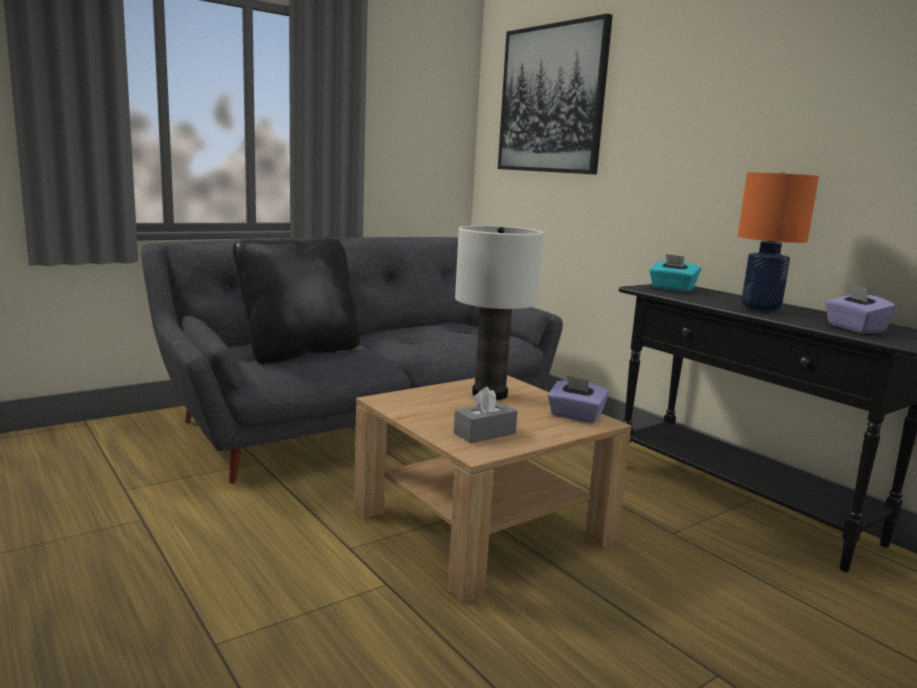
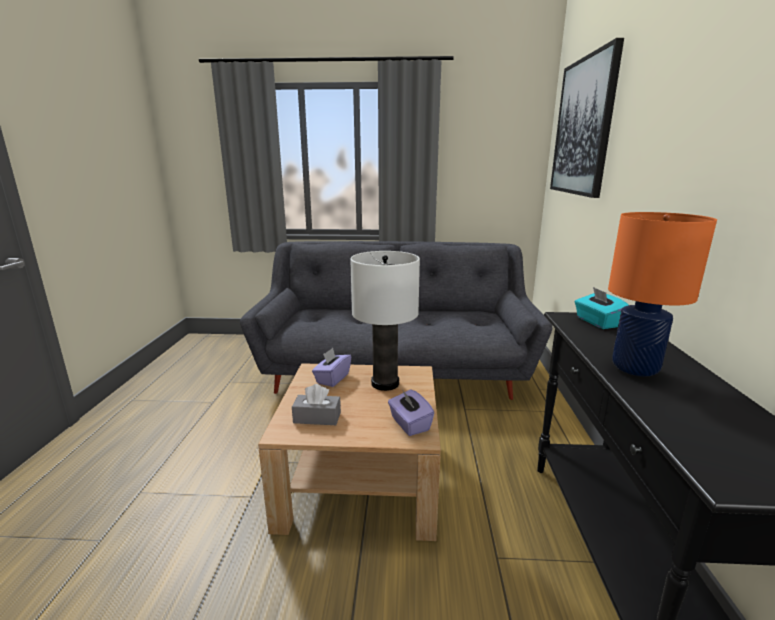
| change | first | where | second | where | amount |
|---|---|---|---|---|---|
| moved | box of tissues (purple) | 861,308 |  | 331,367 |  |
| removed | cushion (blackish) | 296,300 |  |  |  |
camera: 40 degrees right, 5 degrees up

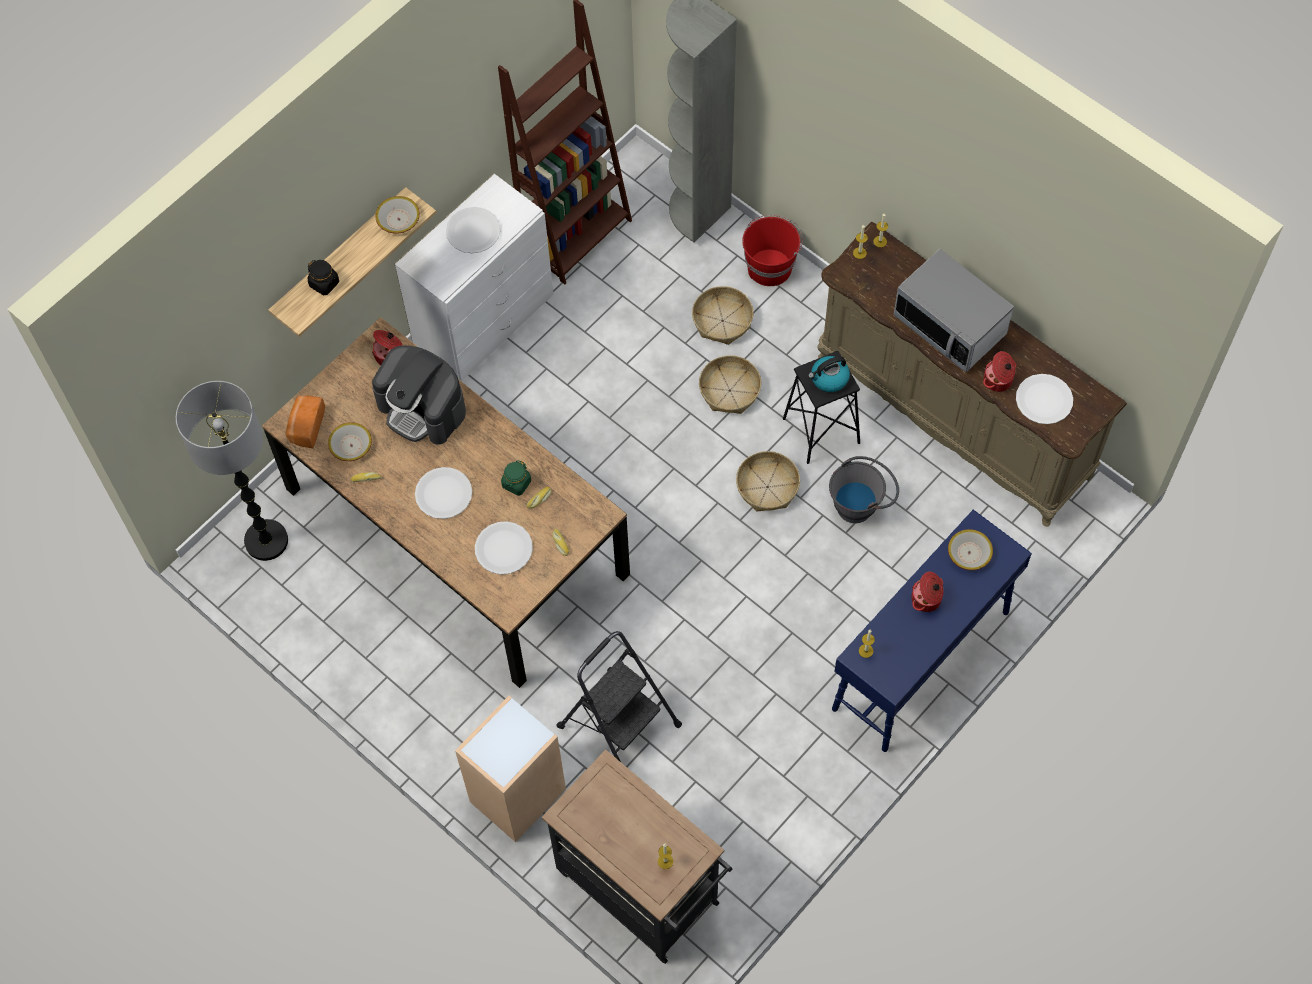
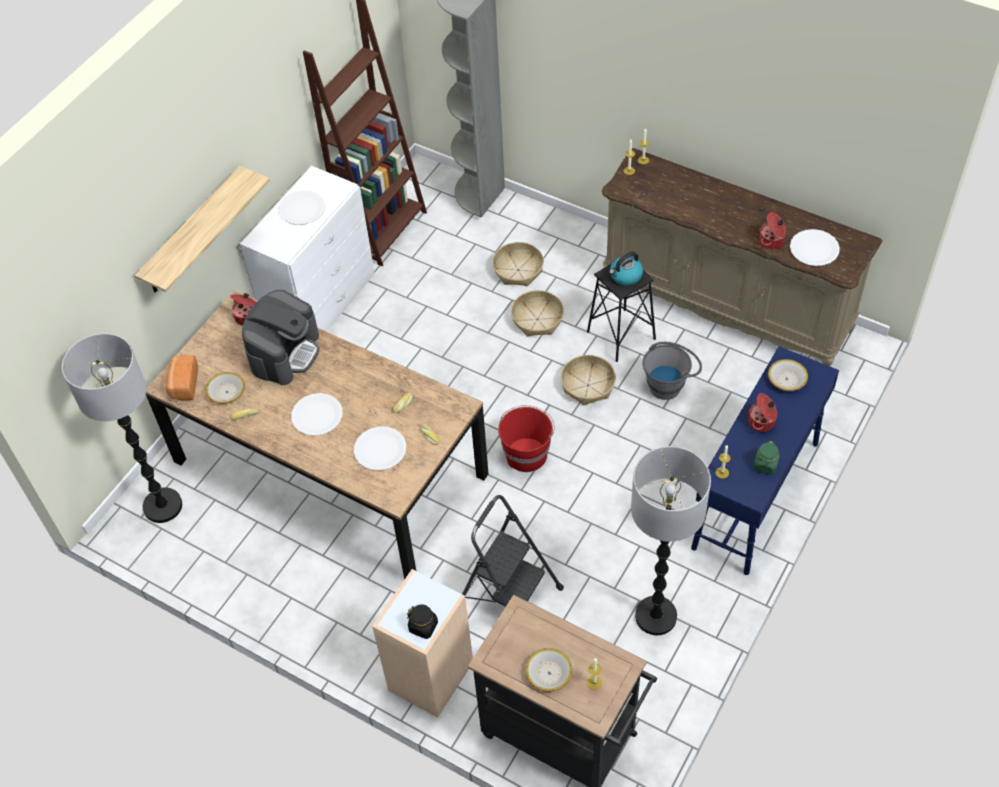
| change | first | where | second | where | amount |
|---|---|---|---|---|---|
| turned | coffee brewer | 419,395 |  | 281,337 | 90 degrees counterclockwise |
| moved | jar (blackish) | 323,277 |  | 422,621 |  |
| moved | water bucket (reddish) | 772,250 |  | 526,438 |  |
| moved | deep dish | 397,215 |  | 549,670 |  |
| added |  |  | floor lamp | 671,540 |  |
| moved | jar (green-coloured) | 516,478 |  | 766,458 |  |
| removed | microwave oven | 954,310 |  |  |  |
camera: 10 degrees left, 10 degrees down

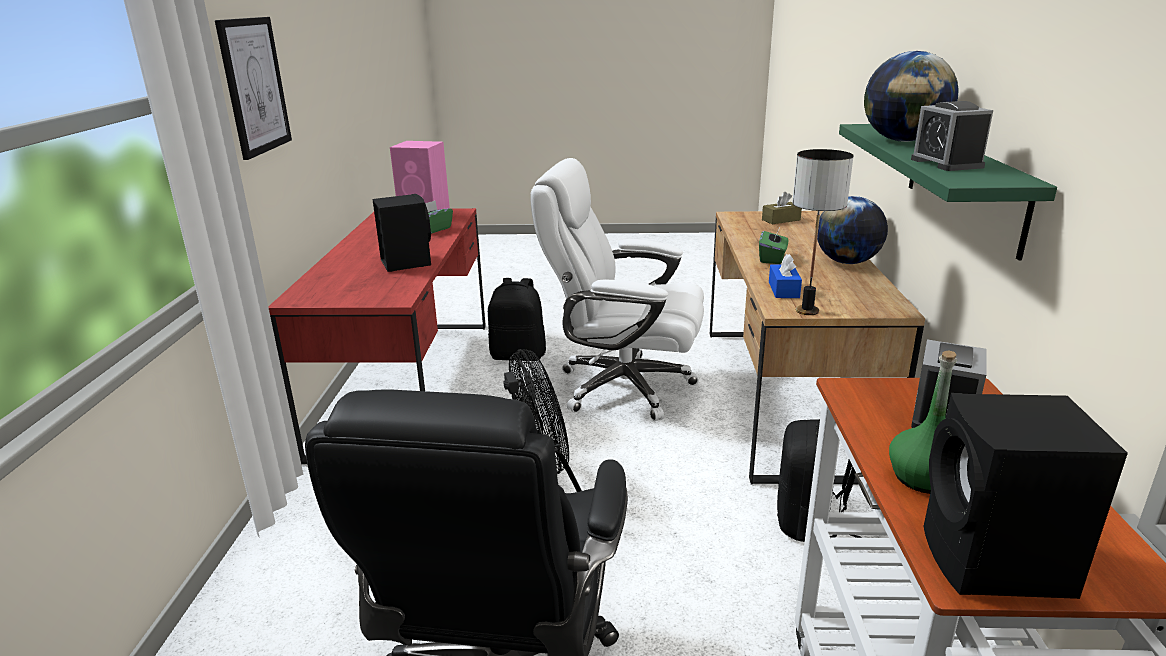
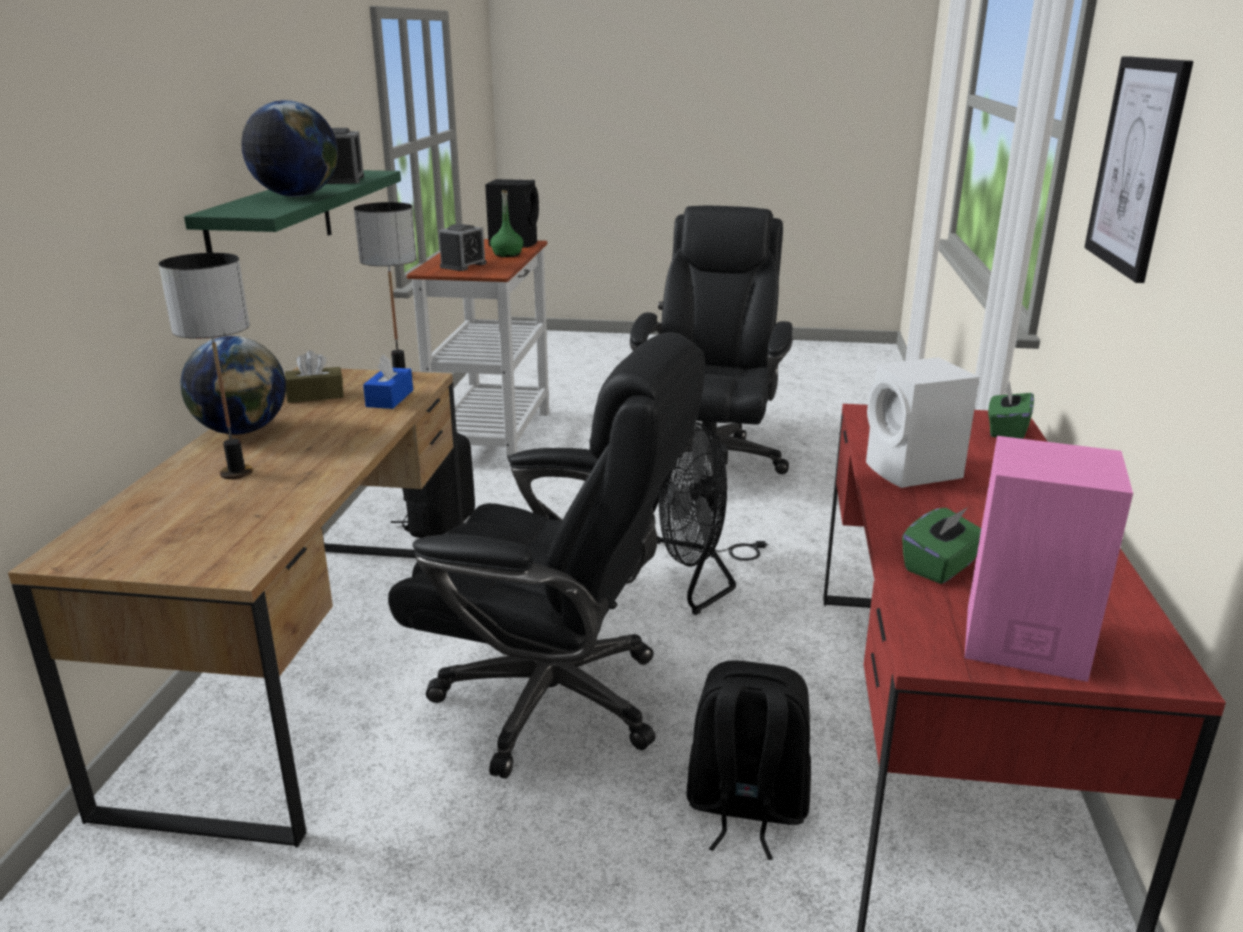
| change | first | where | second | where | amount |
|---|---|---|---|---|---|
| added |  |  | lamp for a table | 205,366 |  |
| moved | box of tissues (brown-coloured) | 782,208 |  | 314,377 |  |
| recoloured | computer chair (white) | 617,289 | computer chair (blackish) | 546,555 |  |
| recoloured | loudspeaker (blackish) | 401,233 | loudspeaker (white) | 922,422 |  |
| moved | box of tissues (green-coloured) | 773,245 |  | 1011,410 |  |
camera: 175 degrees left, 0 degrees up

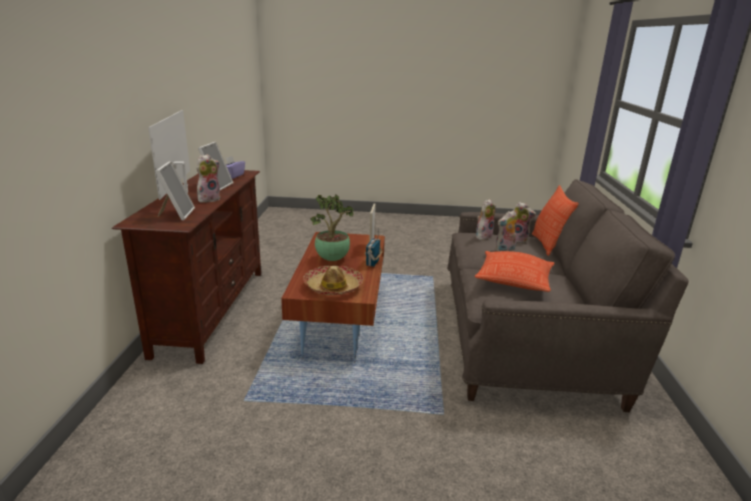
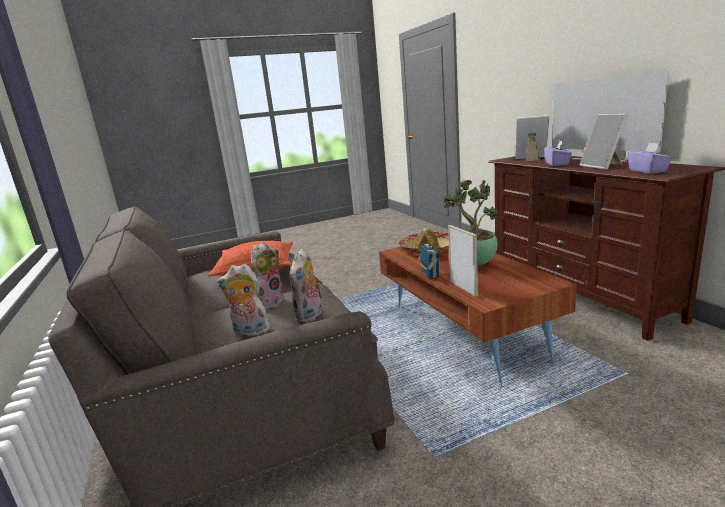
| change | first | where | second | where | amount |
|---|---|---|---|---|---|
| turned | picture frame | 175,191 |  | 532,138 | 135 degrees clockwise |
| replaced | plush toy | 208,178 | box of tissues (purple) | 558,153 |  |
| removed | cushion (orange) | 555,220 |  |  |  |
camera: 155 degrees right, 5 degrees down

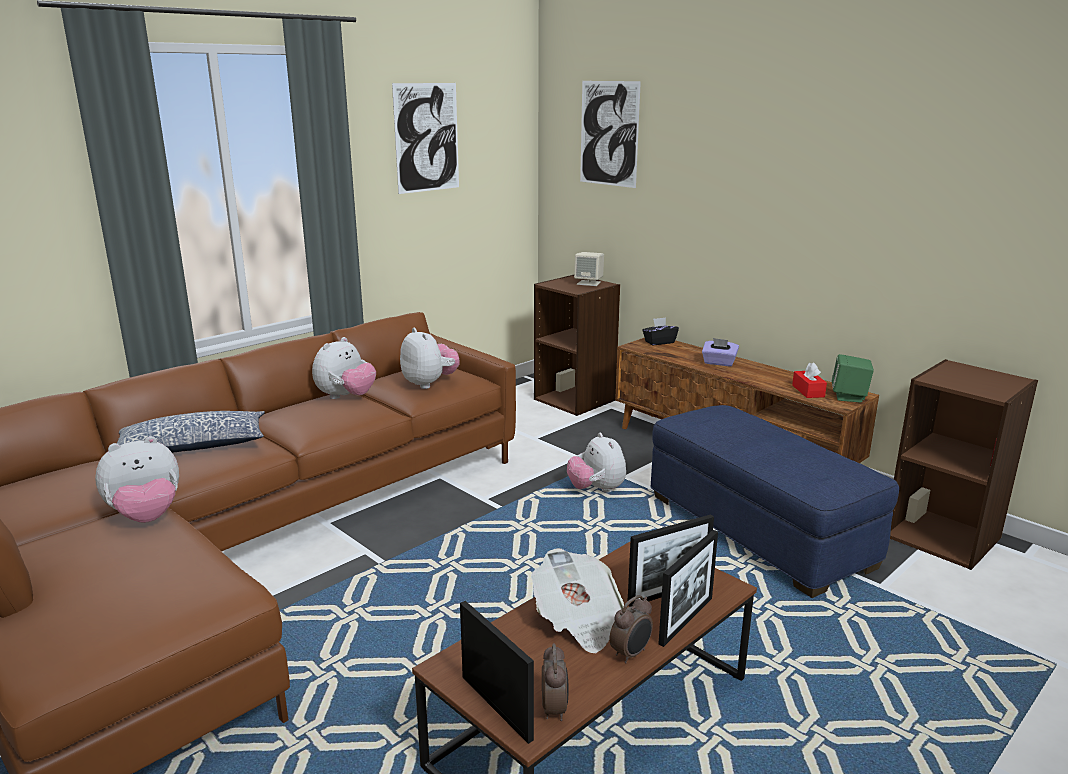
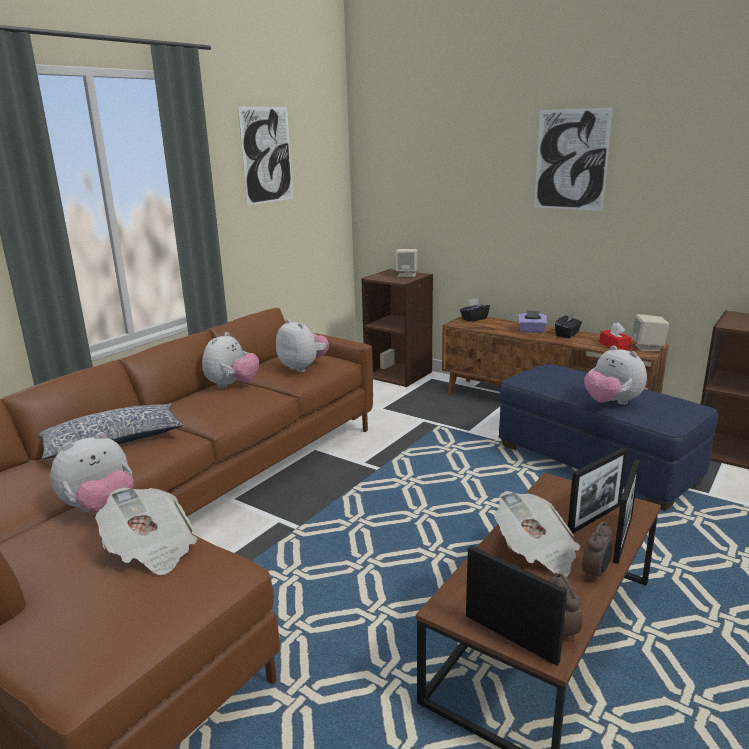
| change | first | where | second | where | amount |
|---|---|---|---|---|---|
| added |  |  | daily paper | 146,531 |  |
| moved | wall picture | 610,134 |  | 573,159 |  |
| added |  |  | box of tissues (blackish) | 568,325 |  |
| moved | plush toy | 596,463 |  | 615,375 |  |
| recoloured | loudspeaker (green-coloured) | 852,378 | loudspeaker (beige) | 650,332 |  |
camera: 10 degrees left, 0 degrees up

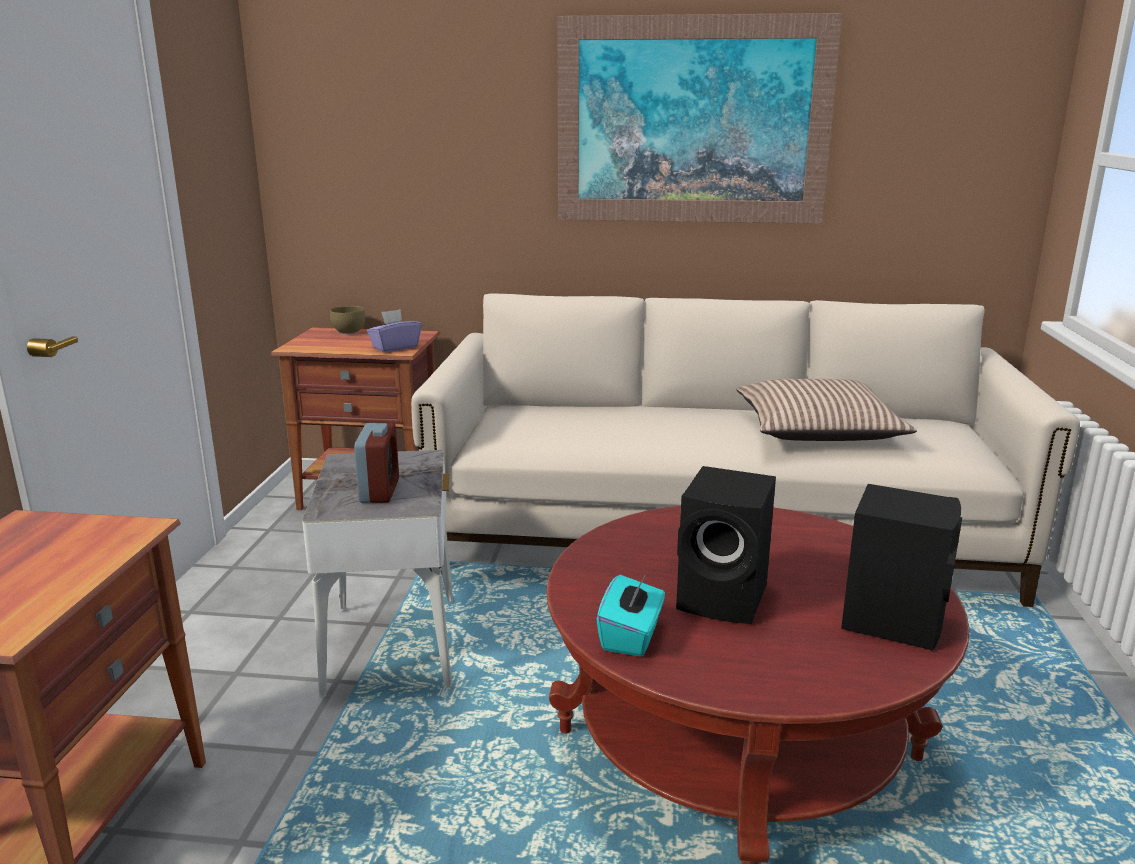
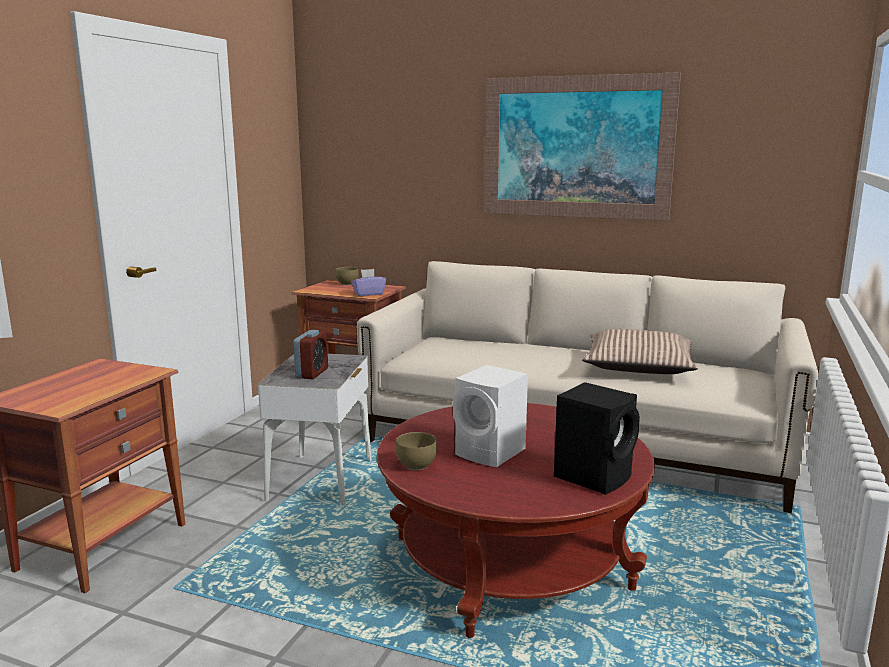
| change | first | where | second | where | amount |
|---|---|---|---|---|---|
| replaced | box of tissues (turquoise-coloured) | 630,615 | deep dish (brown-coloured) | 416,451 |  |
| recoloured | loudspeaker (blackish) | 726,545 | loudspeaker (white) | 490,416 |  |
camera: 15 degrees right, 5 degrees down

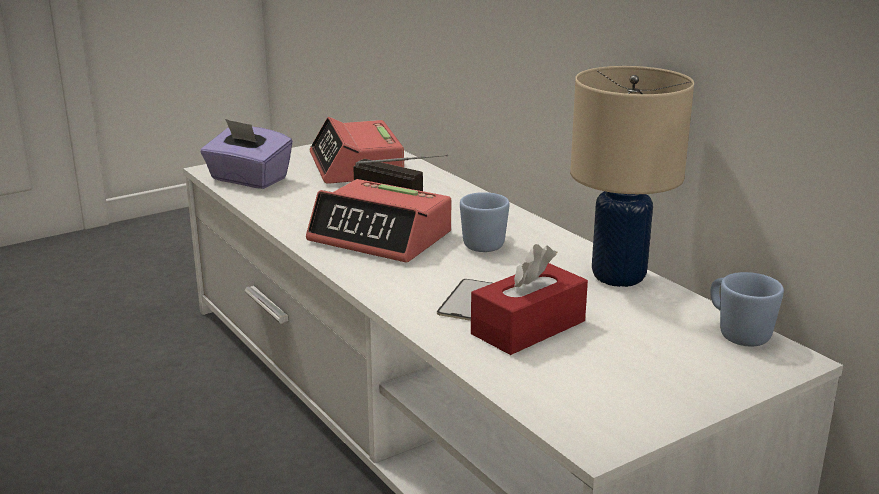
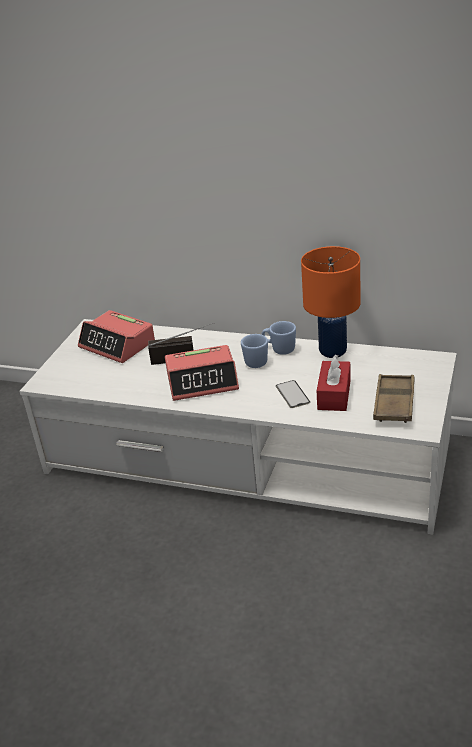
| change | first | where | second | where | amount |
|---|---|---|---|---|---|
| moved | coffee mug (blue-coloured) | 747,309 |  | 279,338 |  |
| recoloured | lamp for a table (beige) | 632,176 | lamp for a table (orange) | 330,302 |  |
| added |  |  | serving tray (brown-coloured) | 394,398 |  |
| removed | box of tissues (purple) | 246,154 |  |  |  |
camera: 35 degrees left, 10 degrees up

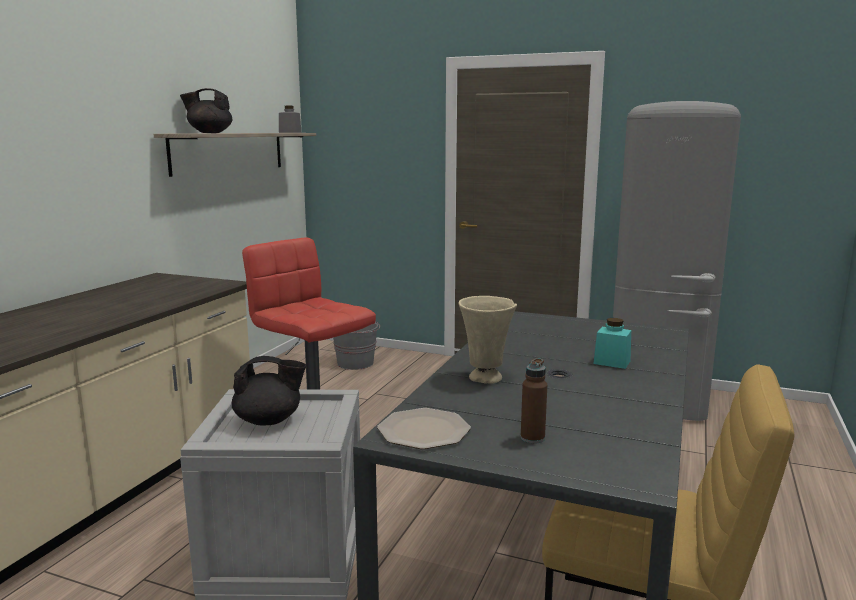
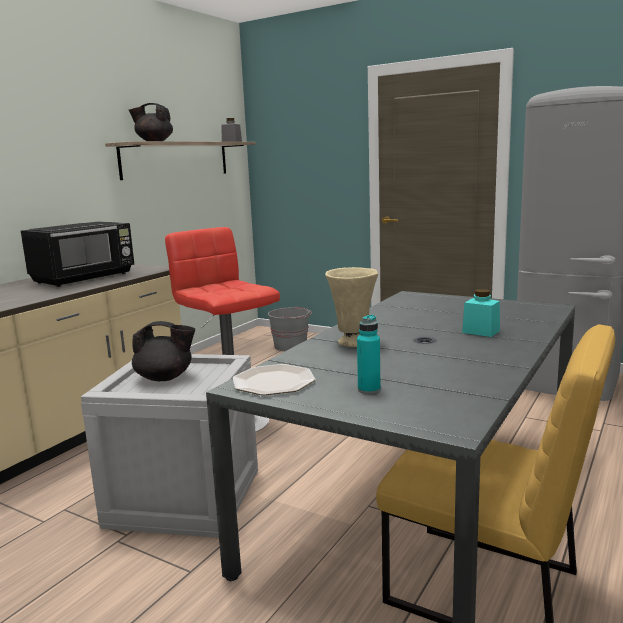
| change | first | where | second | where | amount |
|---|---|---|---|---|---|
| added |  |  | microwave oven (blackish) | 77,254 |  |
| recoloured | drink bottle (brown-coloured) | 534,400 | drink bottle (turquoise-coloured) | 369,354 |  |
camera: 10 degrees right, 0 degrees up

